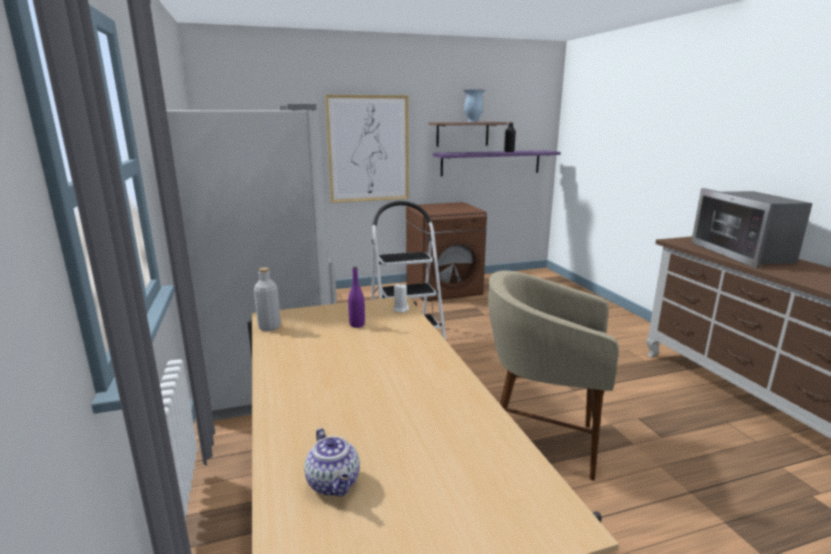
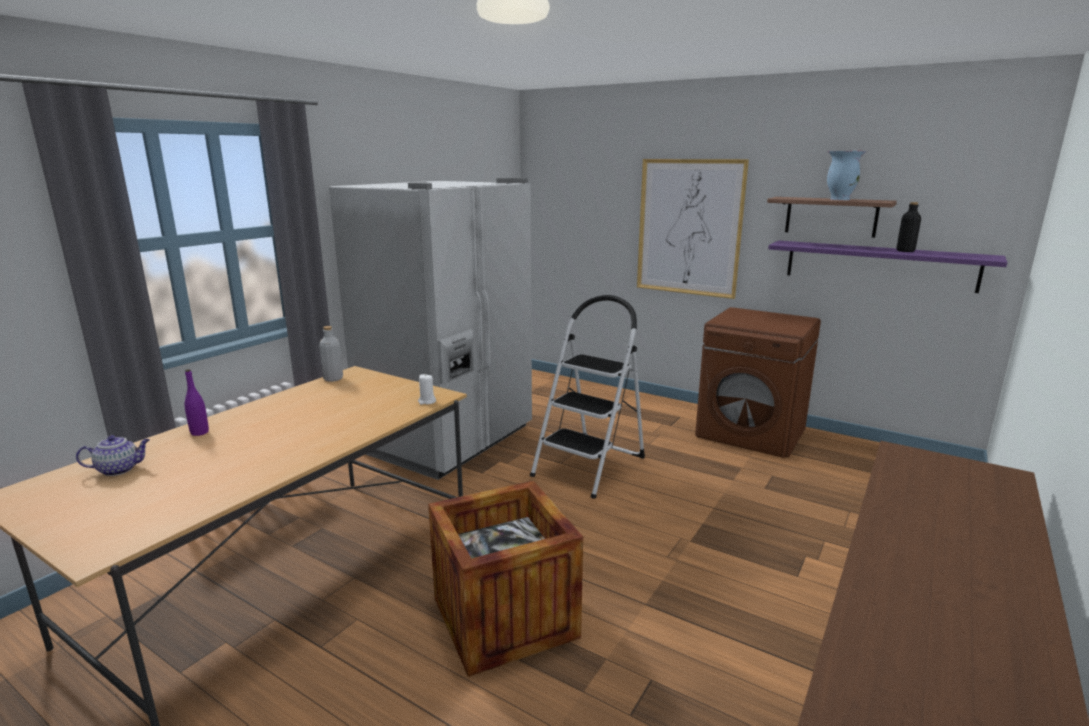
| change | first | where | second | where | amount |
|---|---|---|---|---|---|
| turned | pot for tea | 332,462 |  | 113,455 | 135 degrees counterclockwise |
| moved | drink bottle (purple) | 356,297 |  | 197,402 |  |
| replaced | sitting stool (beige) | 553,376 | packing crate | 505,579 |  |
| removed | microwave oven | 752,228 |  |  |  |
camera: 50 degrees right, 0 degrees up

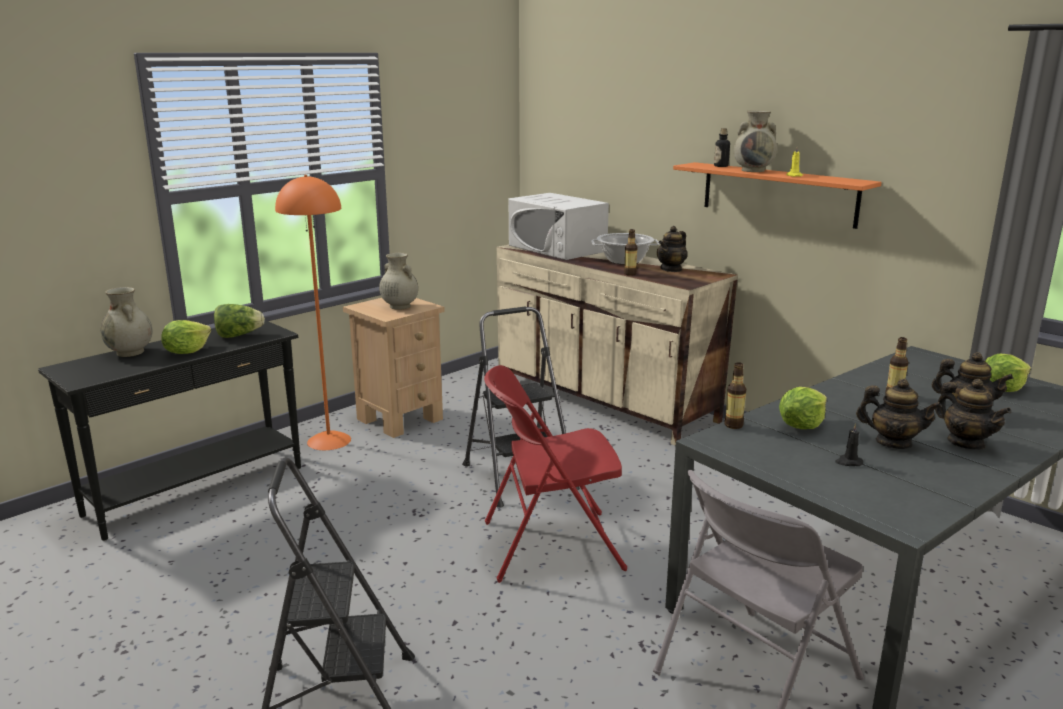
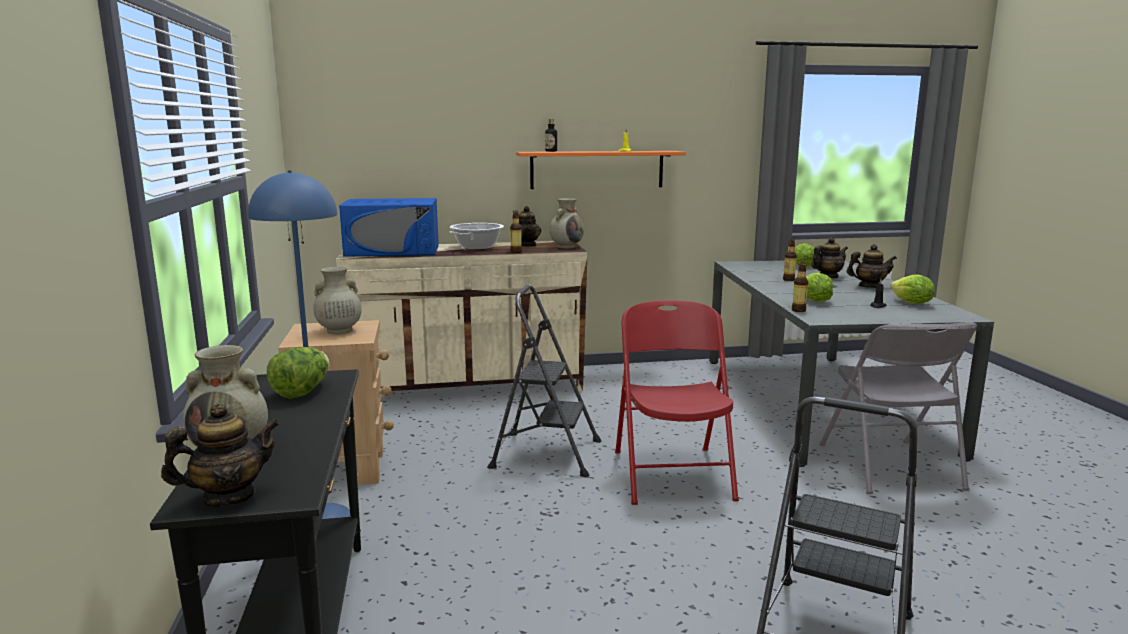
| change | first | where | second | where | amount |
|---|---|---|---|---|---|
| moved | pot for tea | 899,414 |  | 220,455 |  |
| recoloured | floor lamp (orange) | 313,312 | floor lamp (blue-coloured) | 299,344 |  |
| recoloured | microwave oven (white) | 558,226 | microwave oven (blue-coloured) | 389,227 |  |
| moved | decorative vase (beige) | 755,141 |  | 566,223 |  |
| turned | upright chair (reddish) | 555,474 |  | 677,402 | 150 degrees clockwise |
| moved | lettuce head | 186,337 |  | 912,289 |  |
camera: 55 degrees left, 5 degrees down

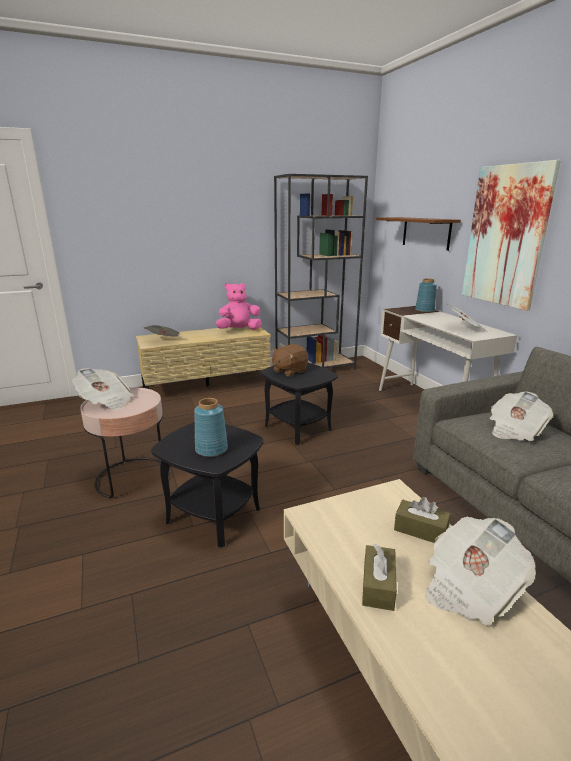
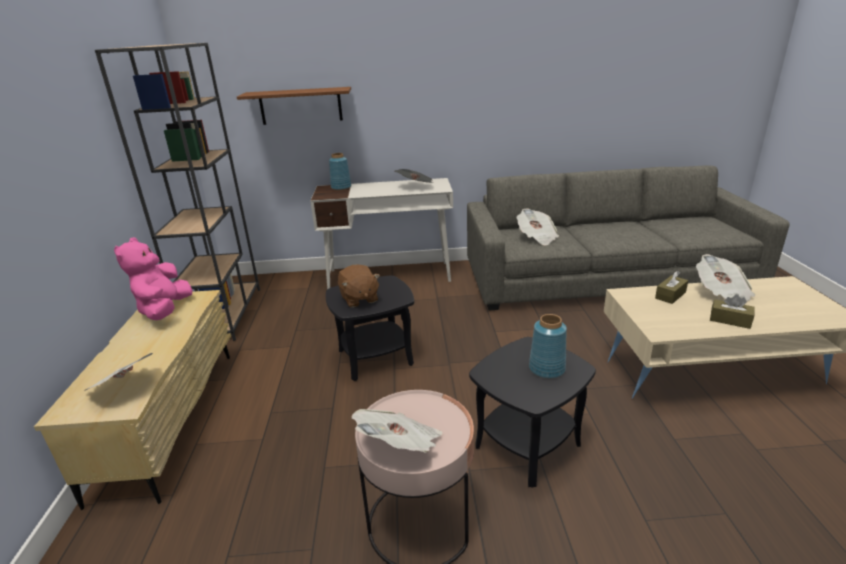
| change | first | where | second | where | amount |
|---|---|---|---|---|---|
| removed | wall picture | 511,235 |  |  |  |
camera: 70 degrees left, 5 degrees up

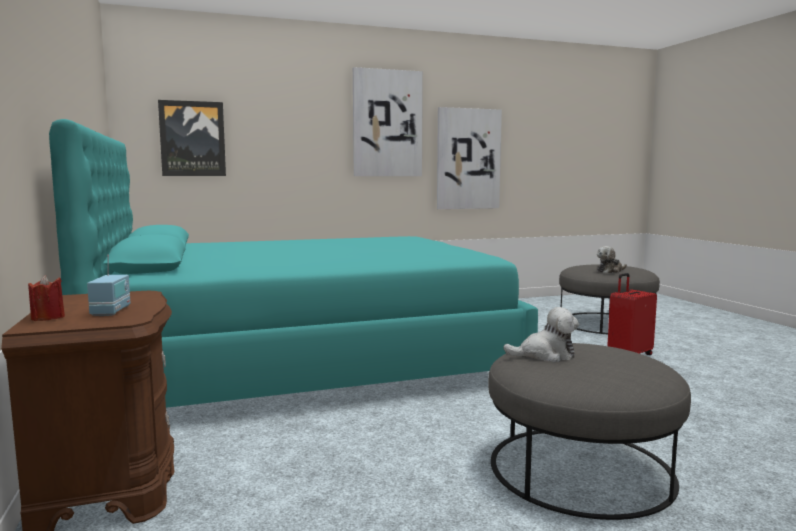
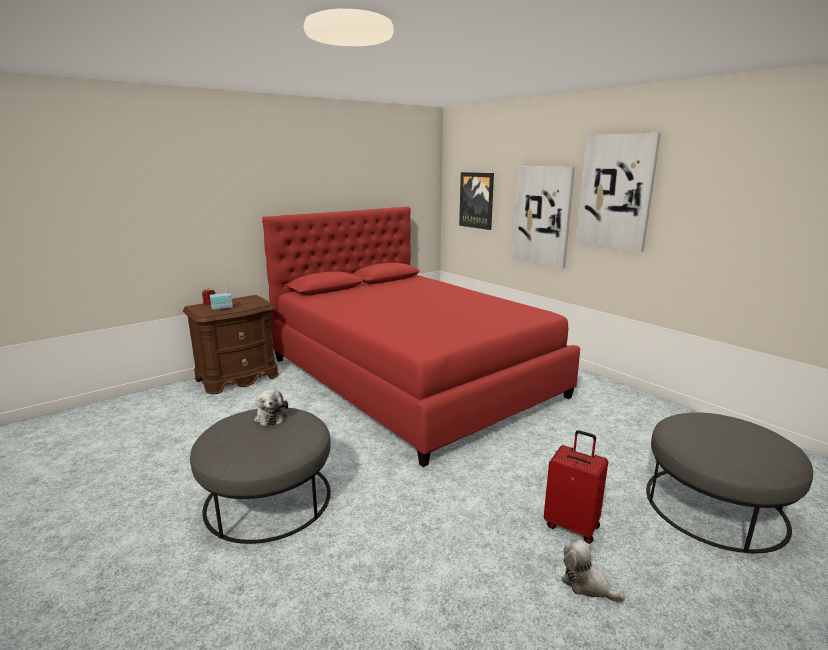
| change | first | where | second | where | amount |
|---|---|---|---|---|---|
| recoloured | bedroom bed (turquoise-coloured) | 293,263 | bedroom bed (reddish) | 421,337 |  |
| moved | wall picture | 469,158 |  | 543,217 |  |
| moved | plush toy | 612,259 |  | 593,571 |  |
camera: 70 degrees right, 10 degrees up

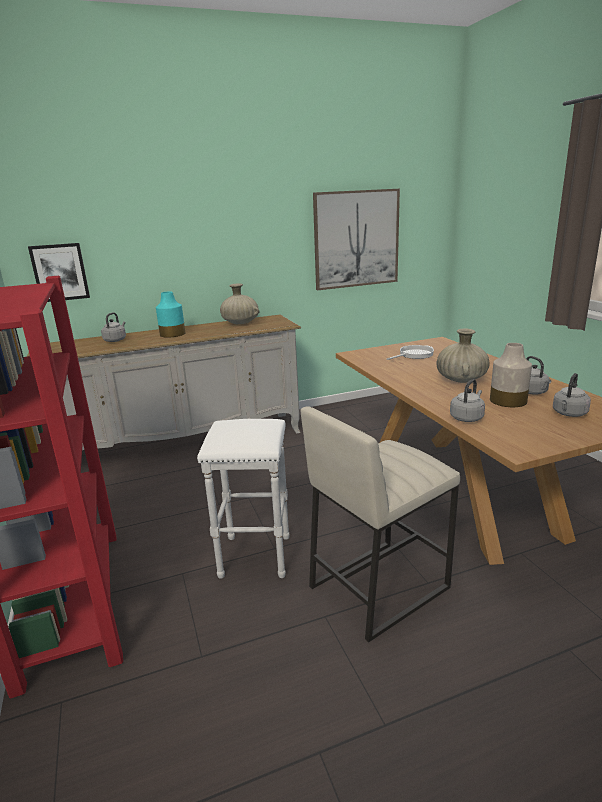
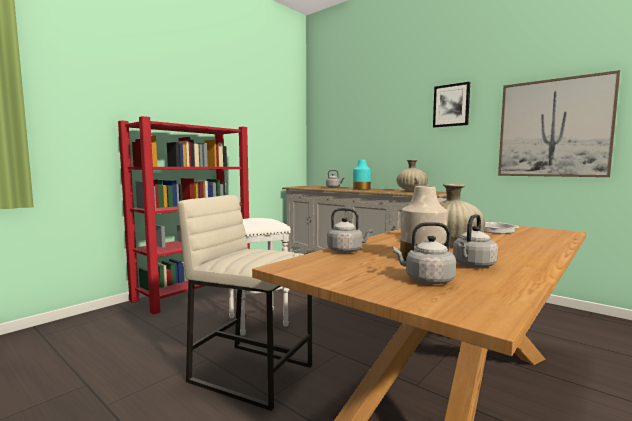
| change | first | where | second | where | amount |
|---|---|---|---|---|---|
| moved | wall picture | 59,272 |  | 451,104 |  |
camera: 60 degrees right, 15 degrees down

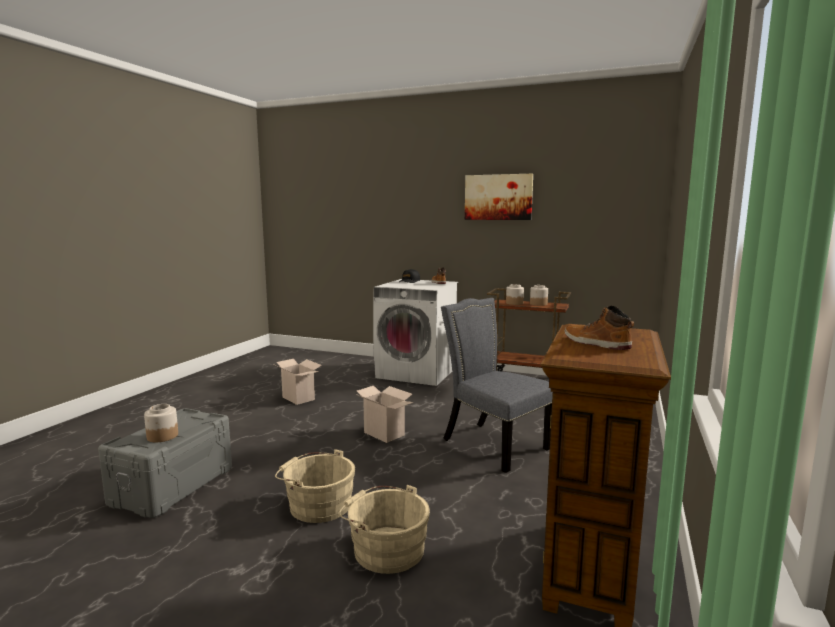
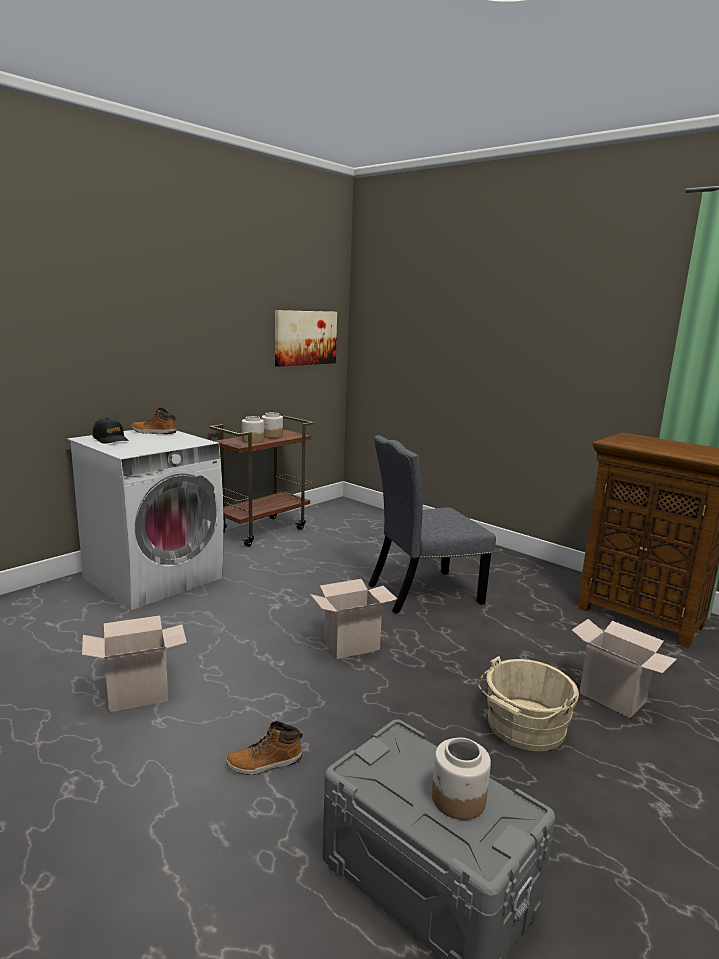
| change | first | where | second | where | amount |
|---|---|---|---|---|---|
| moved | high-top boot | 599,328 |  | 264,748 |  |
| moved | wall picture | 499,197 |  | 306,338 |  |
| replaced | water bucket (beige) | 384,529 | packing box | 624,668 |  |
camera: 70 degrees left, 5 degrees up

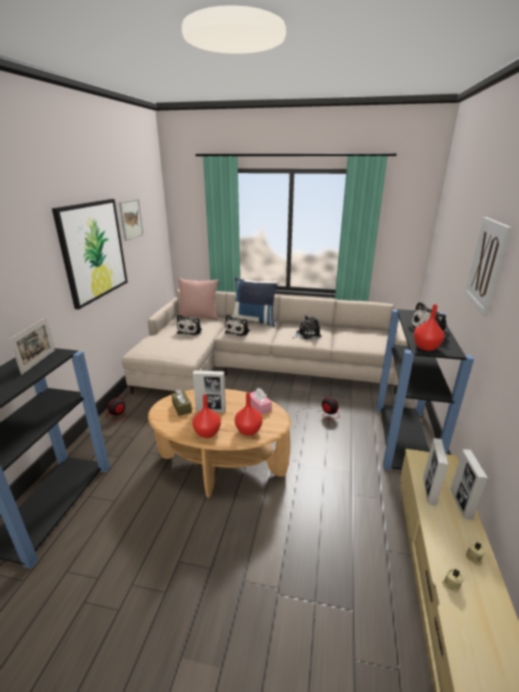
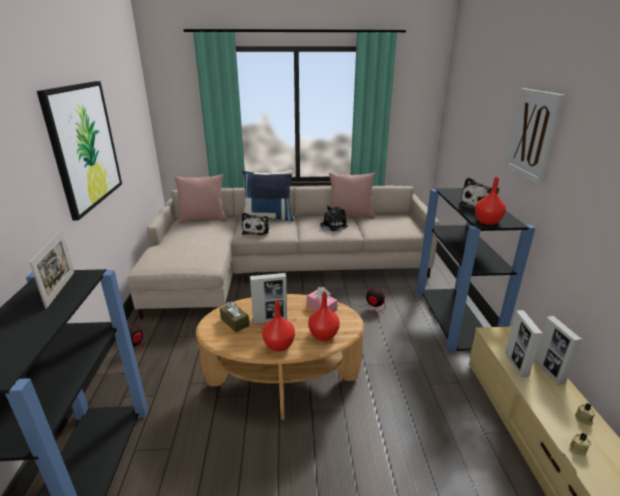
| change | first | where | second | where | amount |
|---|---|---|---|---|---|
| added |  |  | cushion (pink-coloured) | 352,196 |  |
| removed | wall picture | 131,220 |  |  |  |
| removed | plush toy | 189,325 |  |  |  |
camera: 15 degrees left, 0 degrees up

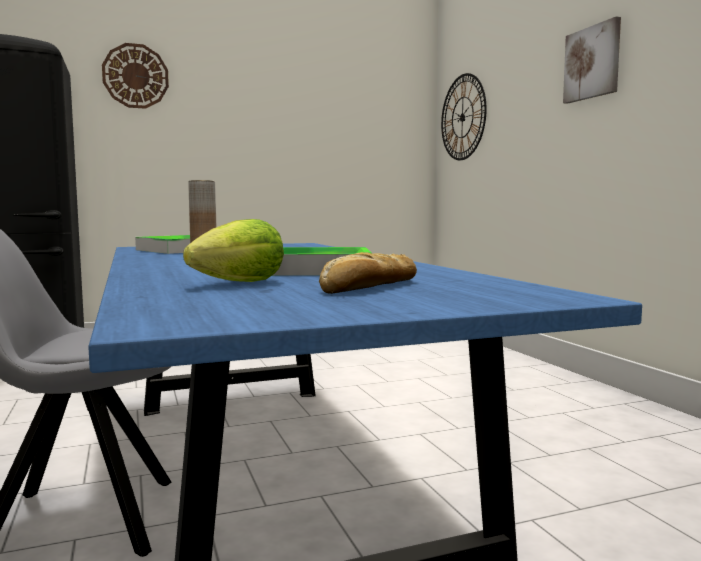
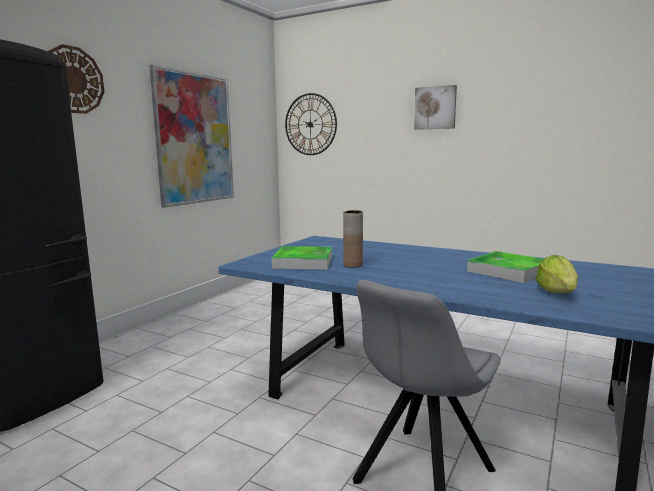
| change | first | where | second | where | amount |
|---|---|---|---|---|---|
| added |  |  | wall picture | 191,136 |  |
| removed | bakery bread | 368,273 |  |  |  |
camera: 40 degrees left, 5 degrees up

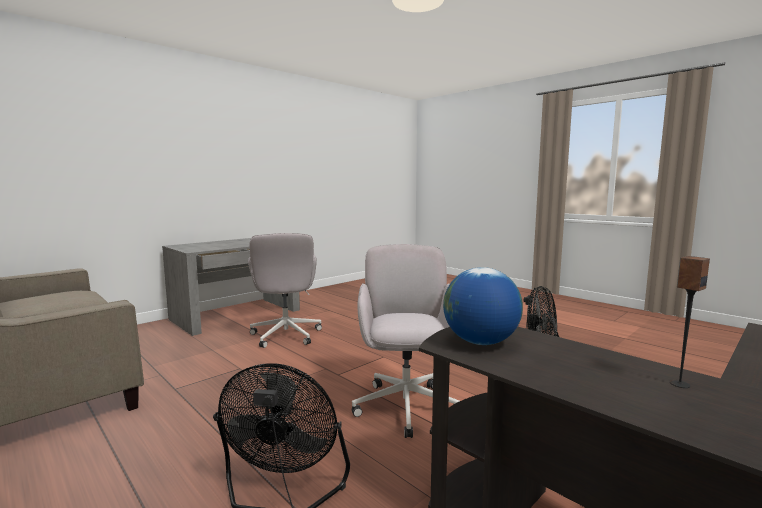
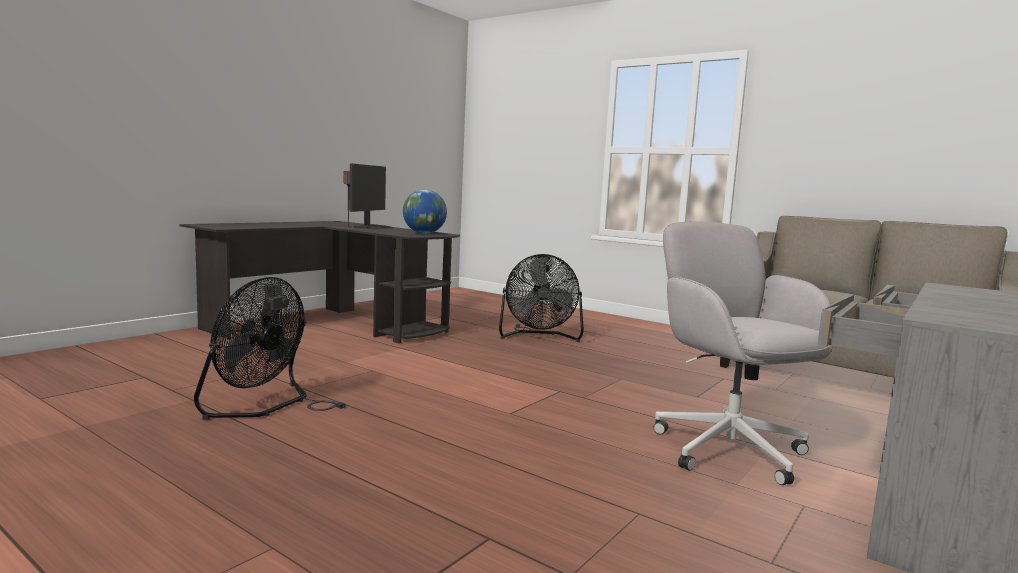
| change | first | where | second | where | amount |
|---|---|---|---|---|---|
| added |  |  | monitor | 370,196 |  |
| removed | computer chair (gray) | 405,341 |  |  |  |
camera: 170 degrees right, 0 degrees up

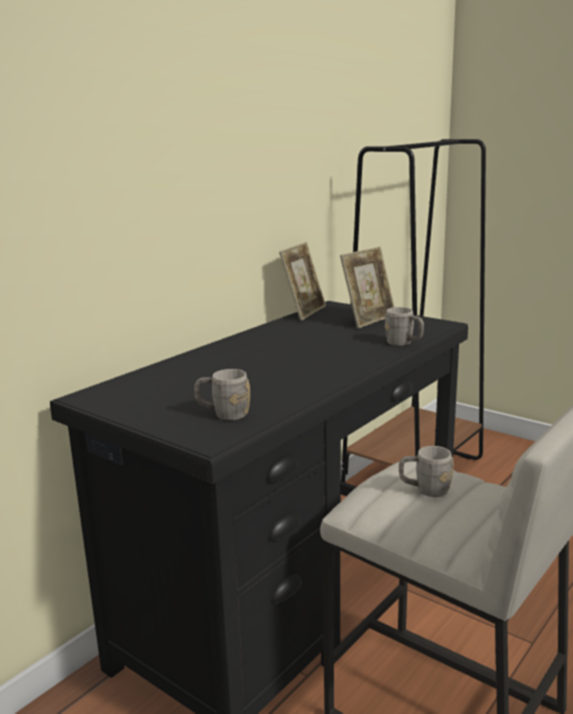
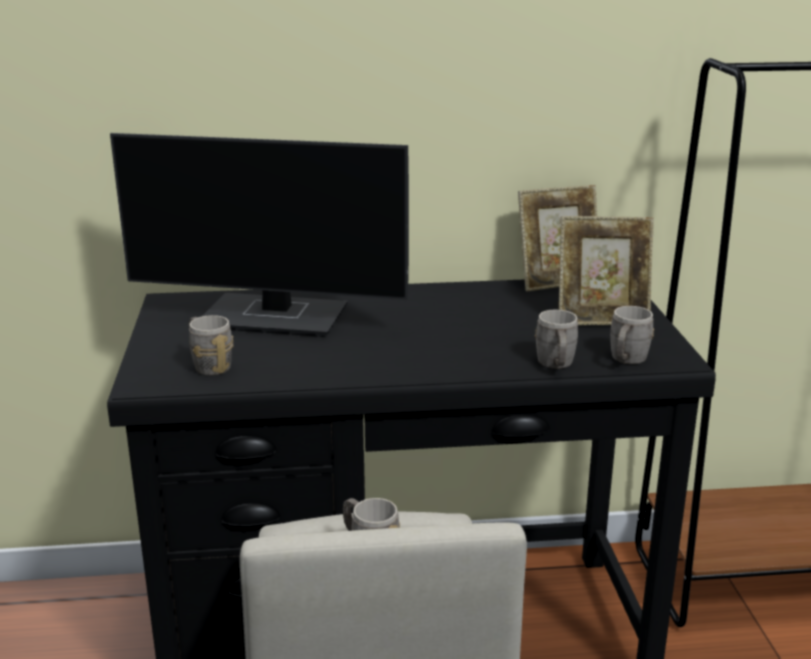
| change | first | where | second | where | amount |
|---|---|---|---|---|---|
| added |  |  | monitor | 259,235 |  |
| added |  |  | coffee mug (gray) | 632,335 |  |
camera: 45 degrees right, 5 degrees up

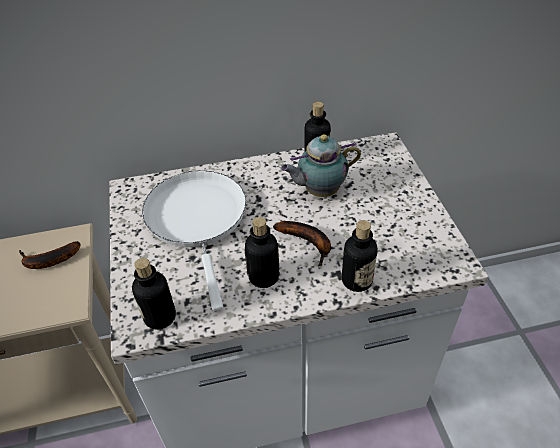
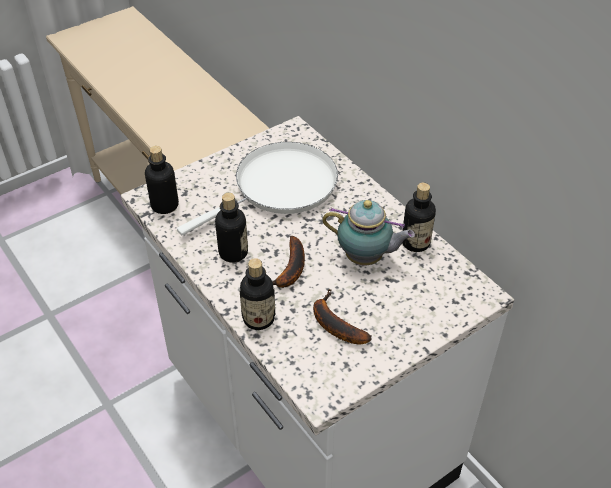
| change | first | where | second | where | amount |
|---|---|---|---|---|---|
| moved | banana | 49,255 |  | 342,316 |  |
| turned | pot for tea | 320,165 |  | 368,232 | 150 degrees clockwise |
camera: 65 degrees right, 0 degrees up

